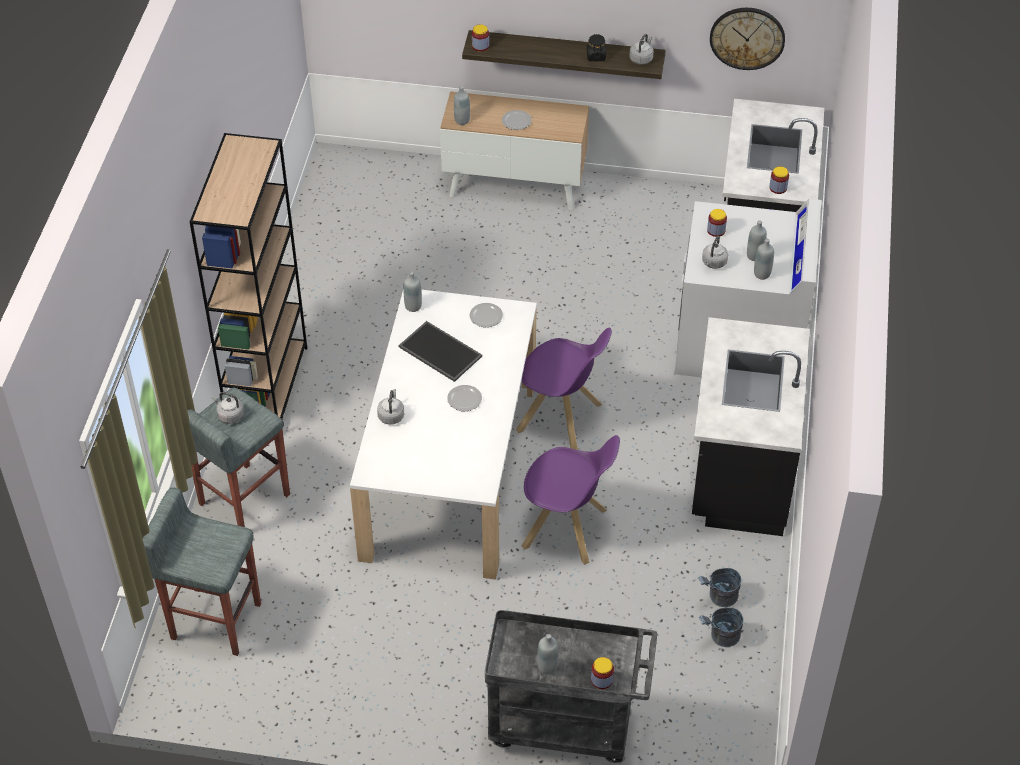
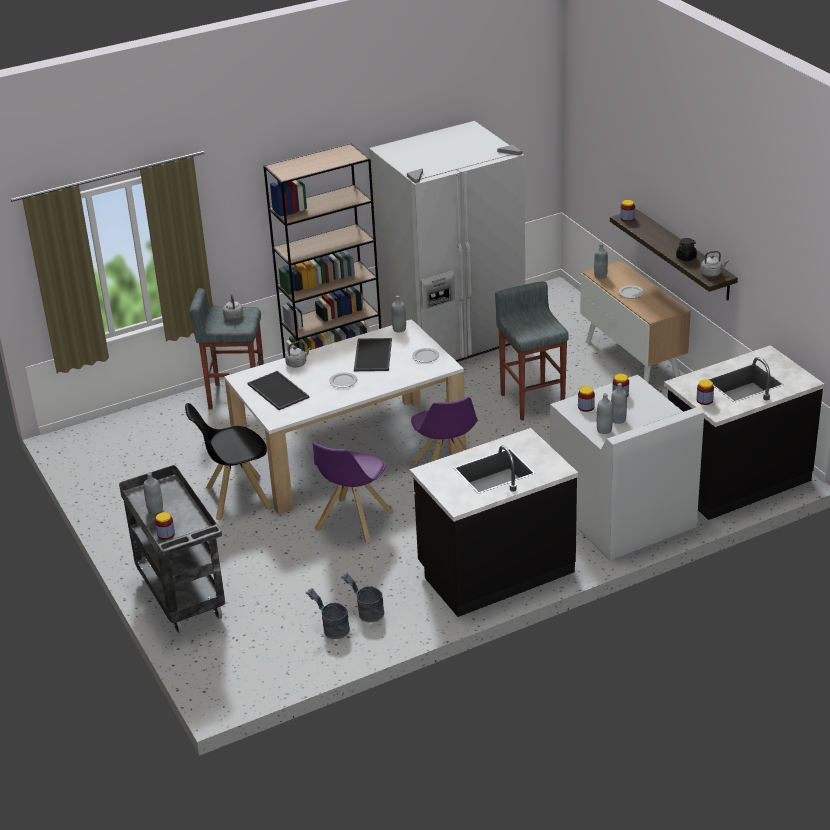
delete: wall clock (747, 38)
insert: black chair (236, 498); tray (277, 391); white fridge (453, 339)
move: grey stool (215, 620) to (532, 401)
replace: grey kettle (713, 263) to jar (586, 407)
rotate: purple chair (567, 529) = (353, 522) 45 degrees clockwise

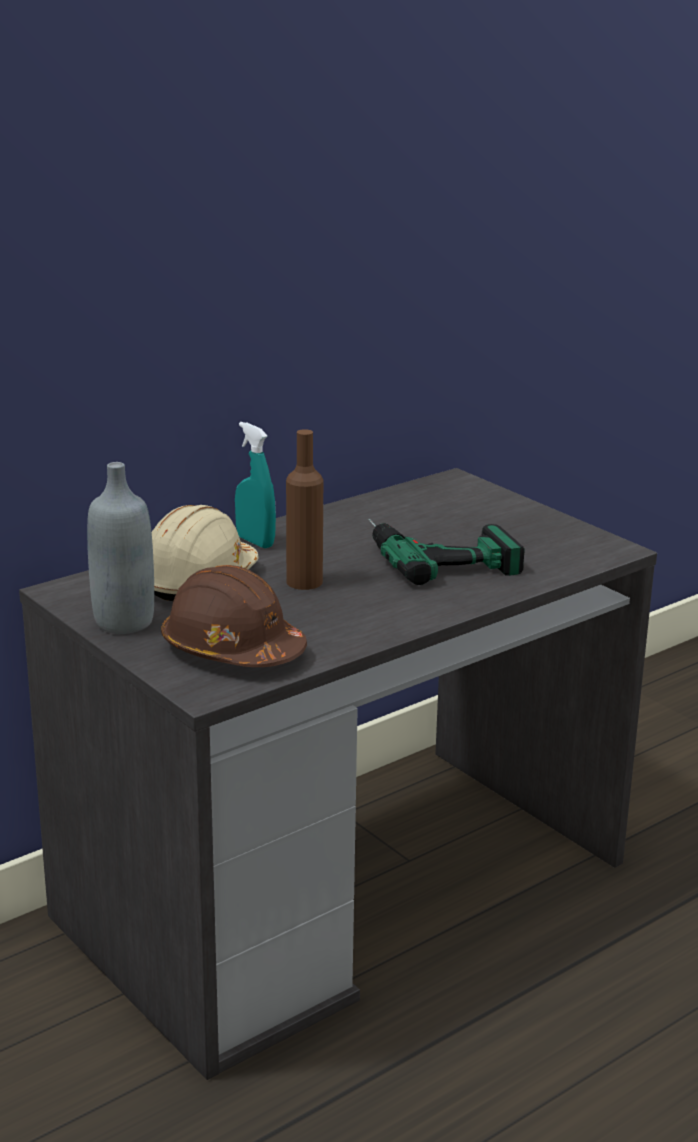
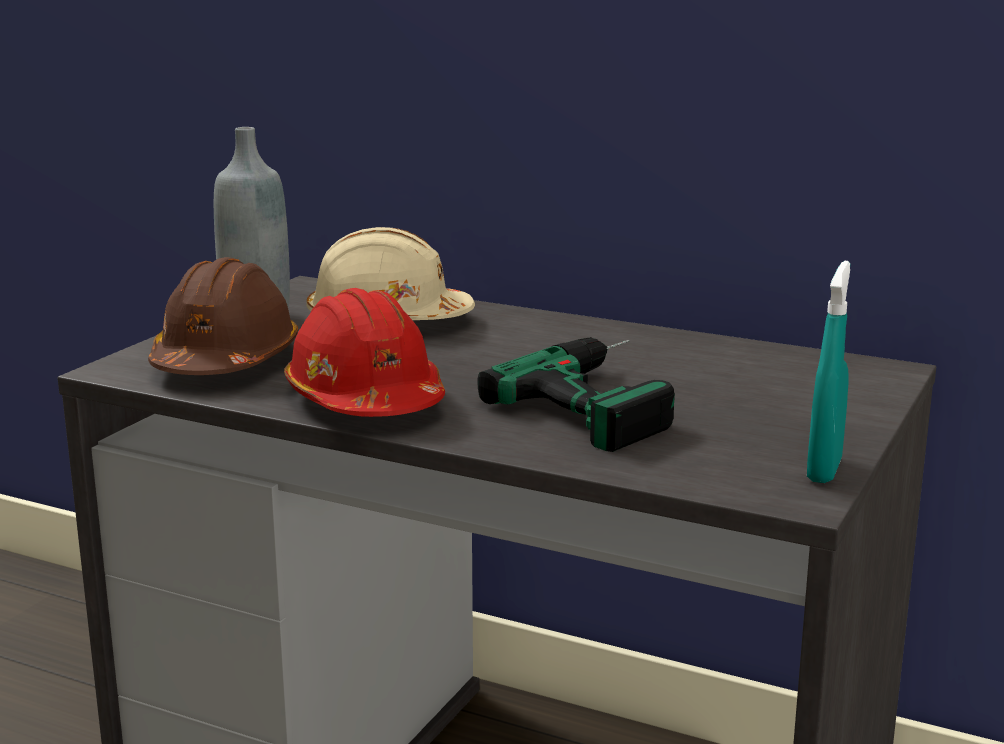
delete: brown bottle (304, 582)
insert: red hard hat (365, 400)
move: turquoise spray bottle (255, 542) to (824, 470)

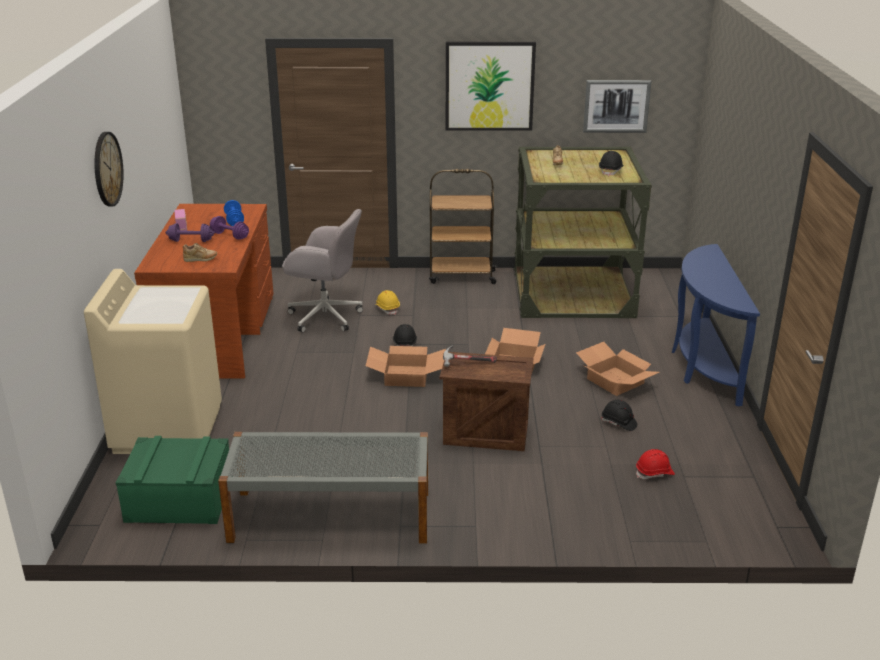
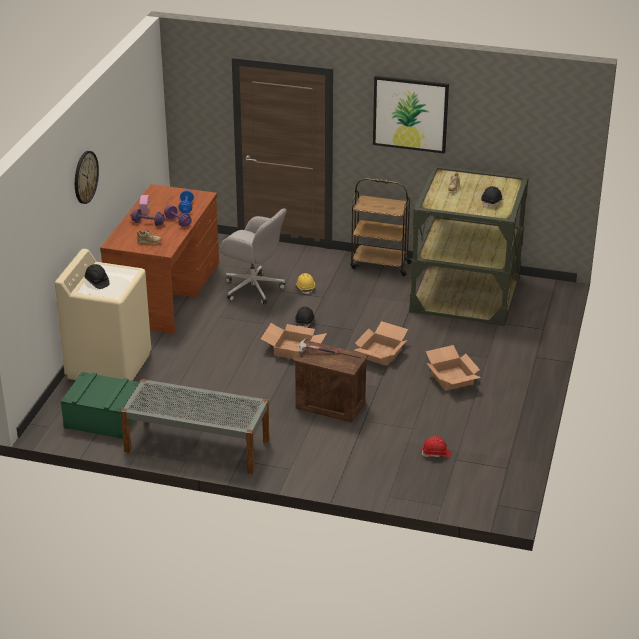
delete: picture (616, 106); blue console table (701, 366)
move: black hard hat (618, 423) to (97, 282)

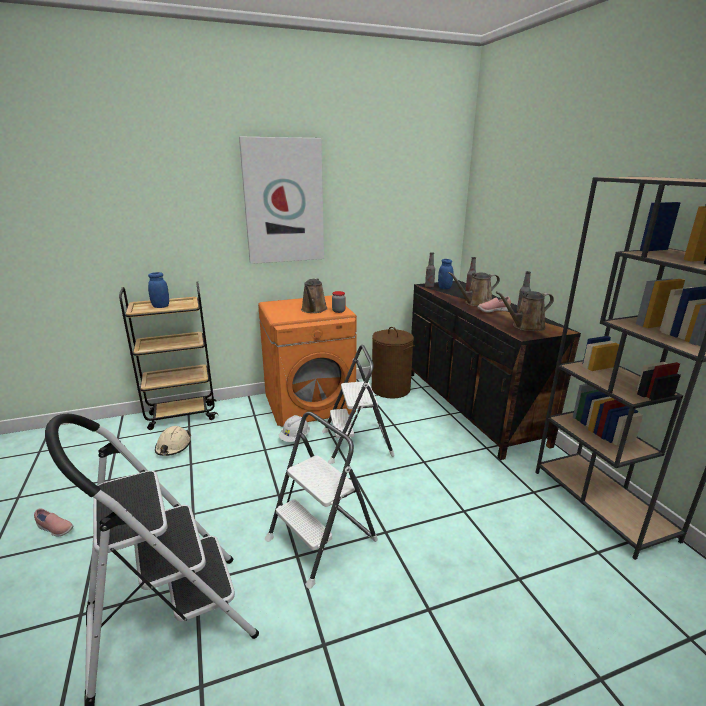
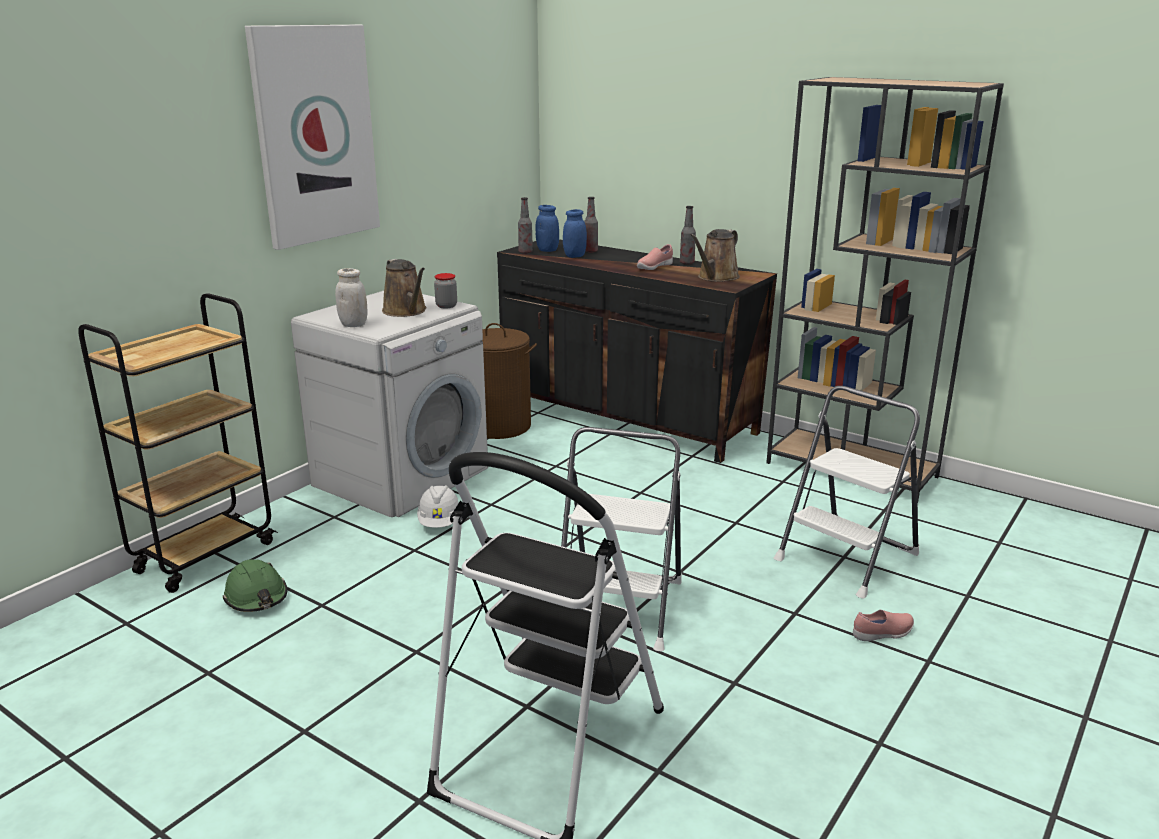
delete: brown watering can (476, 303)
insert: white jar (353, 324)
move: pink shoe (55, 529) to (883, 634); blue jar (161, 306) to (574, 256); white step ladder (360, 443) to (851, 555)
recolor: beige hard hat (173, 447) to green hard hat (256, 597); orange washing machine (311, 404) to white washing machine (405, 476)

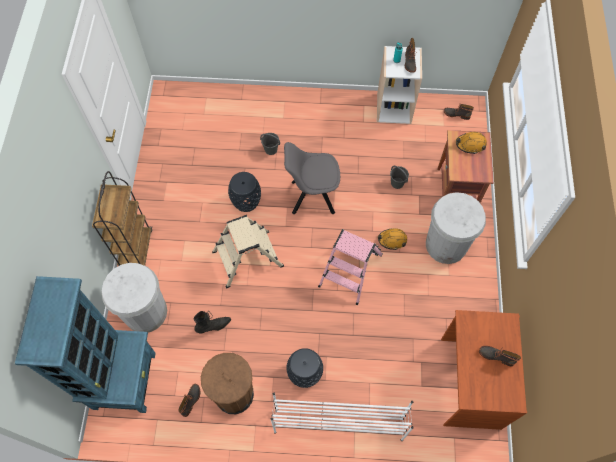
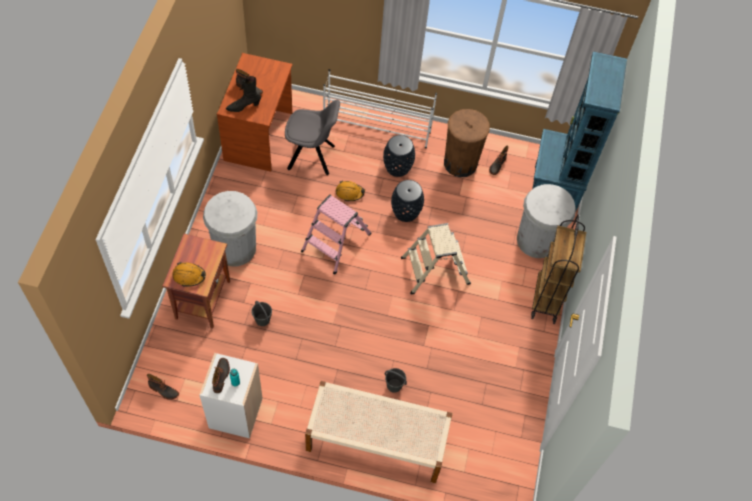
insert: beige bench (376, 441)
move: black boot (214, 326) to (243, 106); black stool (246, 201) to (406, 211); grey chair (312, 197) to (312, 157); orange hard hat (392, 240) to (349, 193)

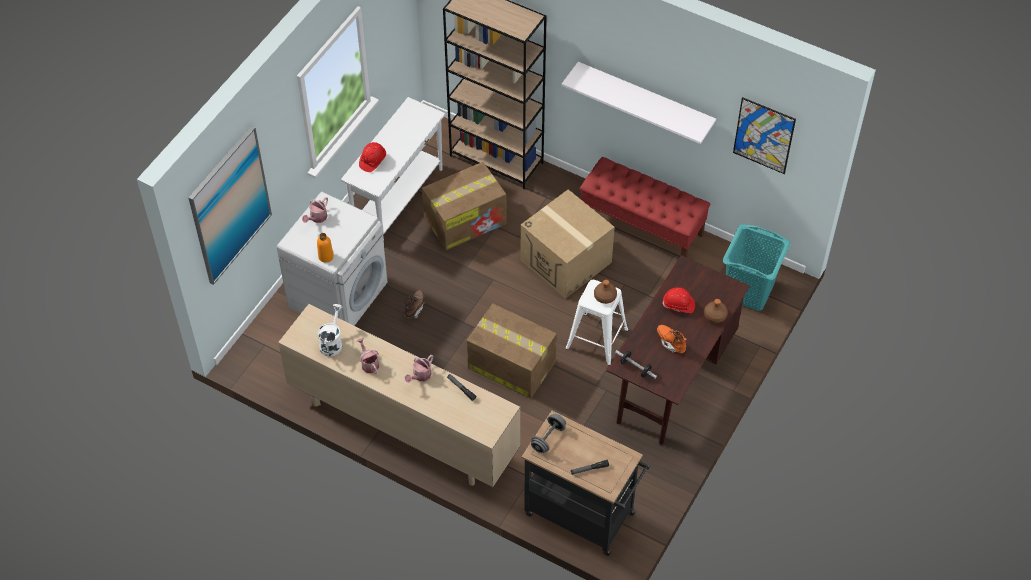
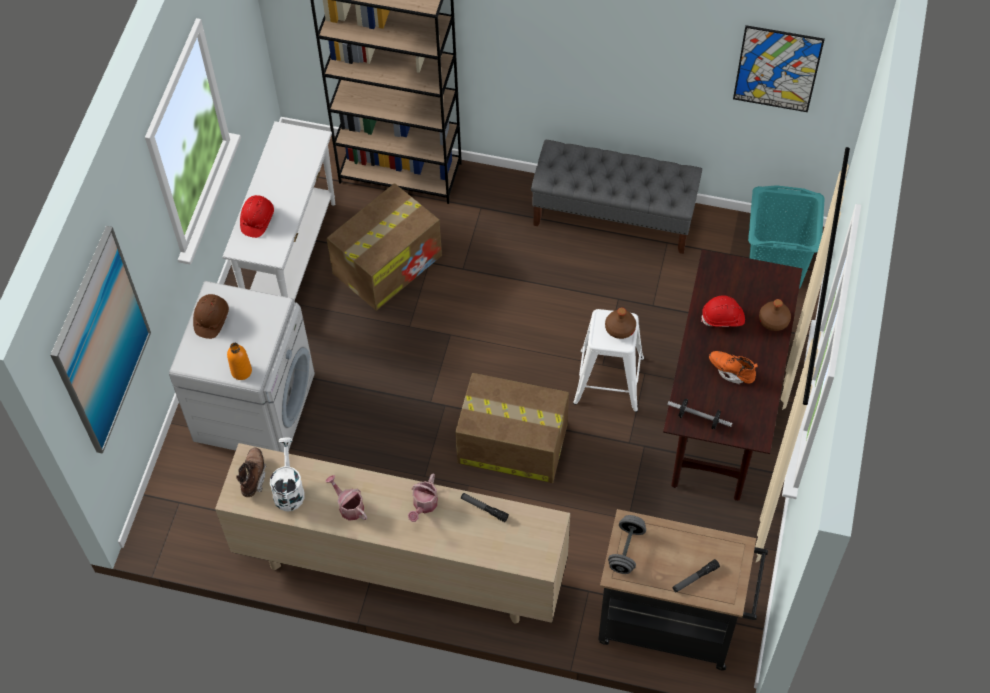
delete: cardboard box (566, 261); white shelf (645, 99)
move: brown boot (414, 308) to (252, 476)
replace: watering can (317, 218) to brown hard hat (211, 320)
recolor: red bench (642, 227) to grey bench (614, 217)

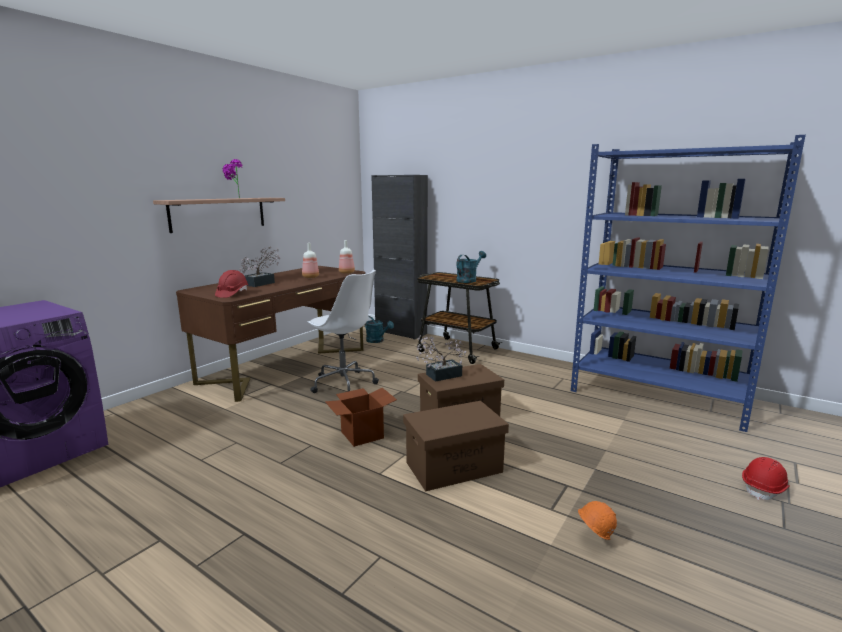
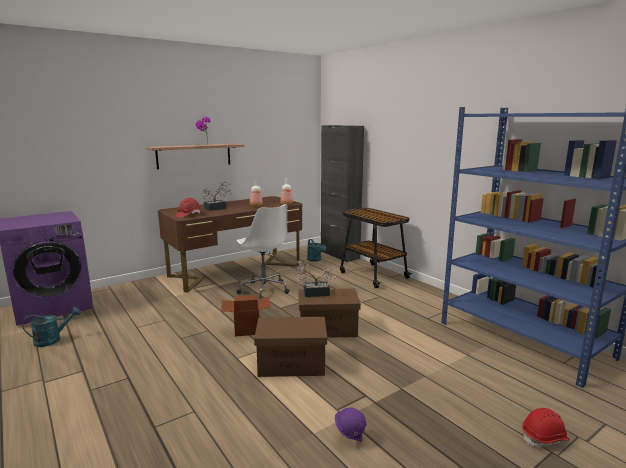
move: turquoise watering can (468, 280) to (53, 340)
recolor: orange hard hat (593, 538) to purple hard hat (350, 437)

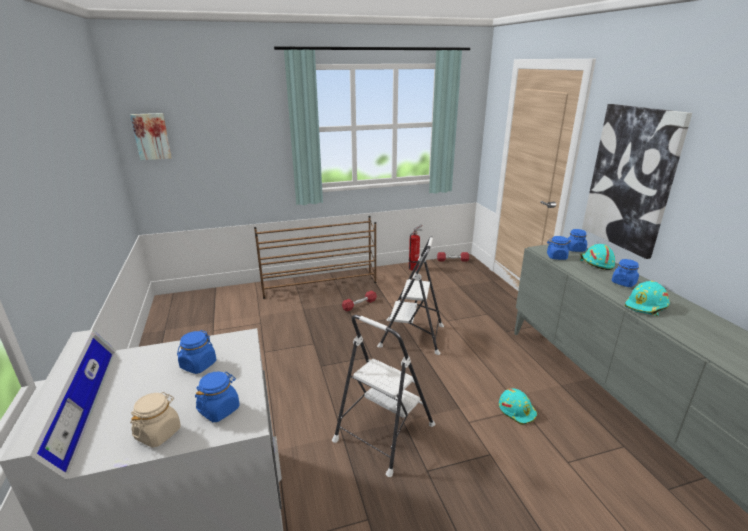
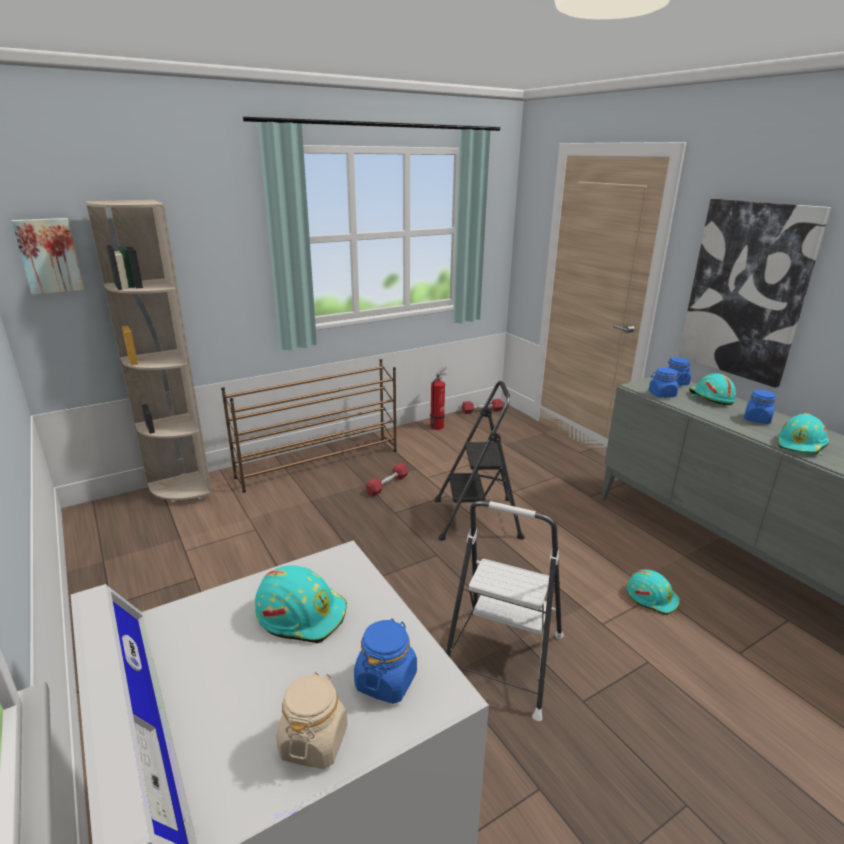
insert: beige bookcase (182, 493)
replace: blue jar (198, 365) to turquoise hard hat (302, 613)
recolor: white step ladder (414, 336) to black step ladder (480, 518)

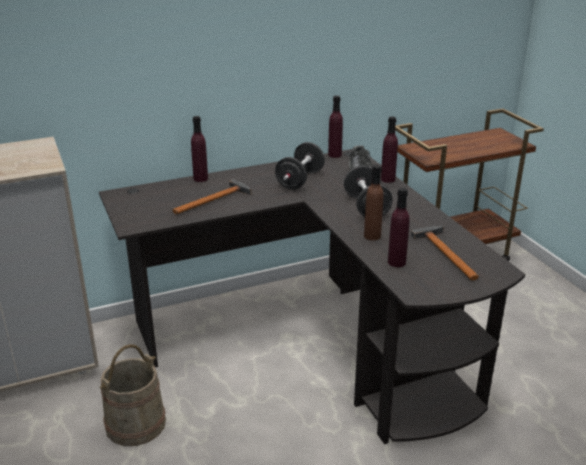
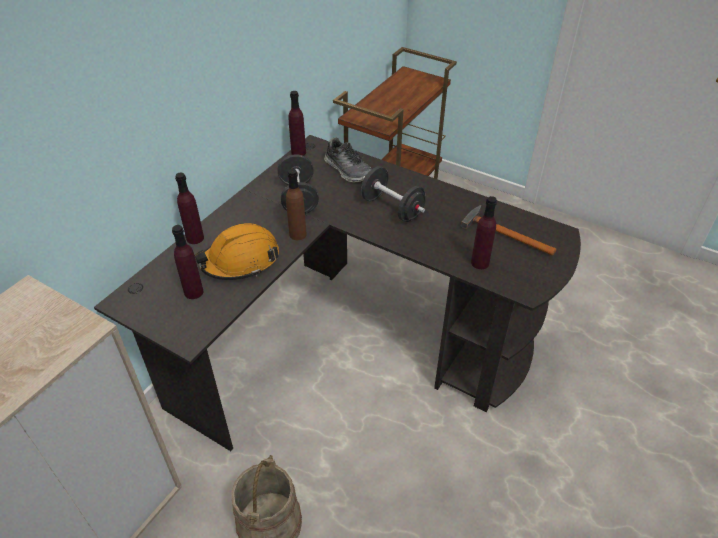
move: brown bottle (372, 236) to (297, 234); purple bottle (387, 179) to (193, 292)
replace: hammer (214, 199) to orange hard hat (240, 261)

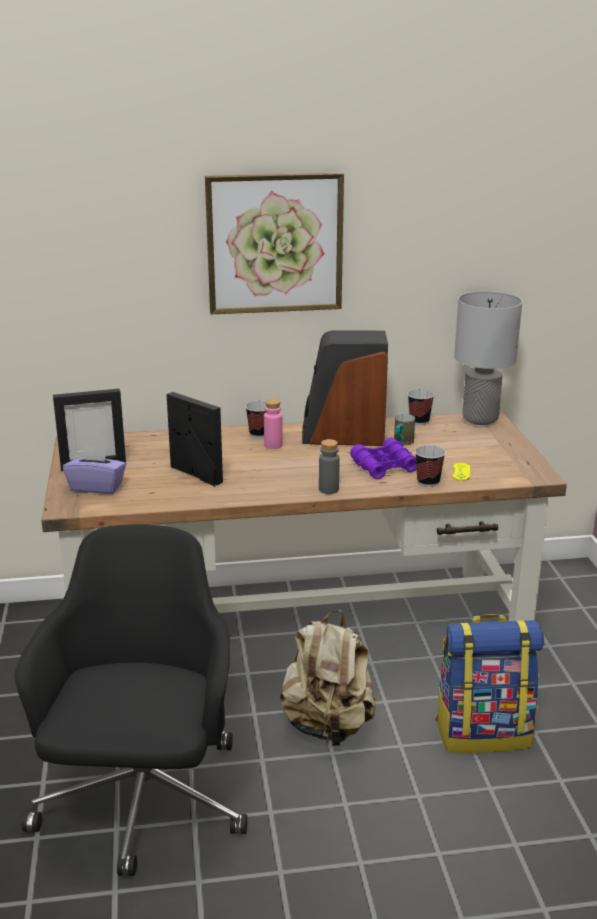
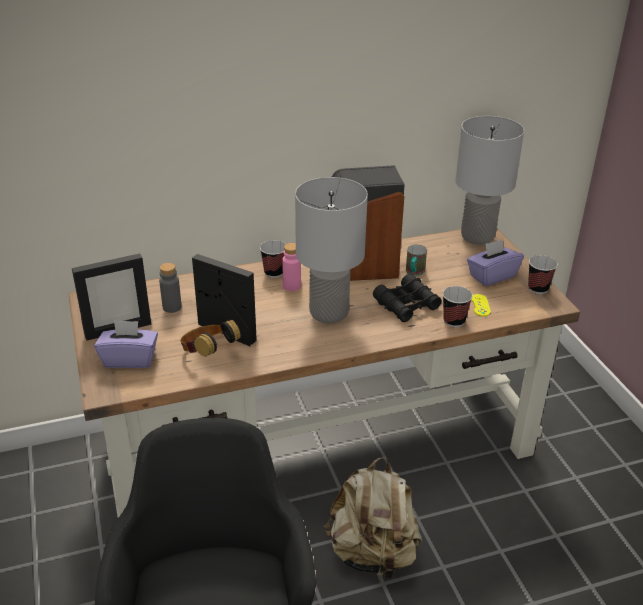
delete: picture (274, 243); backpack (483, 732)
insert: headphones (208, 354); grey table lamp (328, 315); purple tissue box (492, 276)
move: grey bottle (328, 489) to (172, 307); cup (419, 421) to (538, 288)
recolor: purple binoculars (384, 466) to black binoculars (406, 305)

